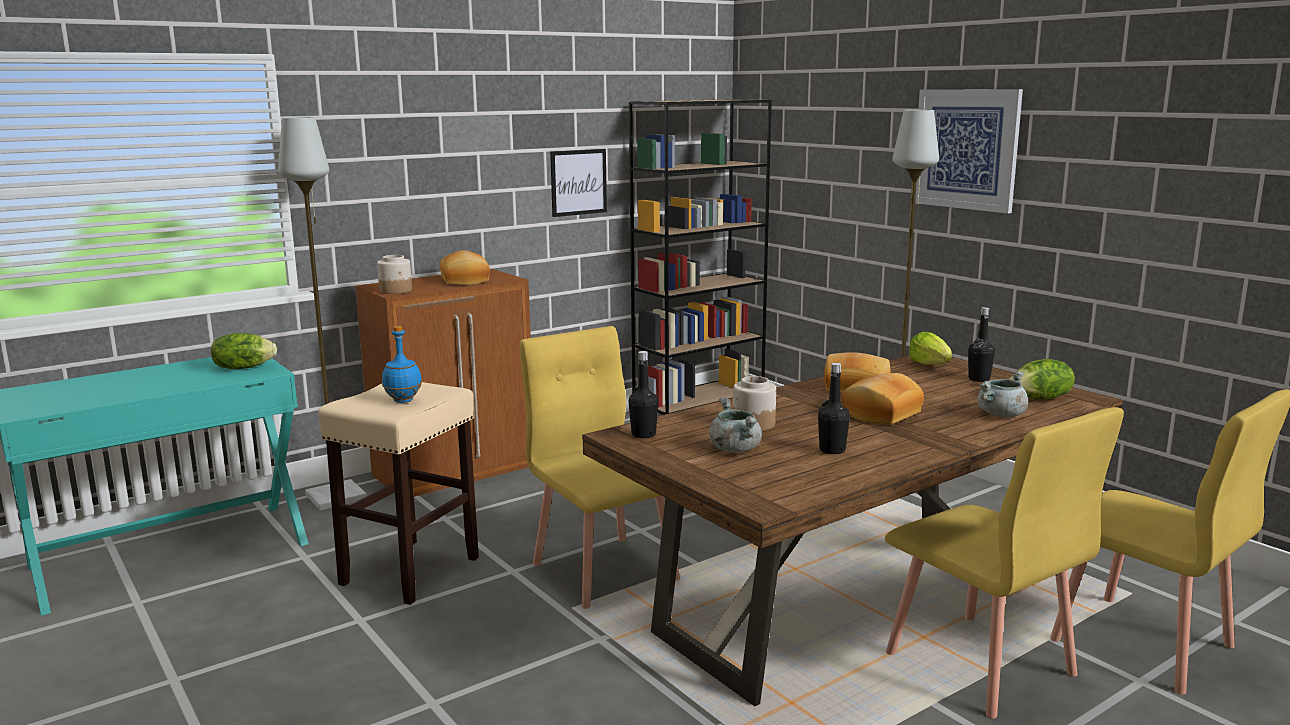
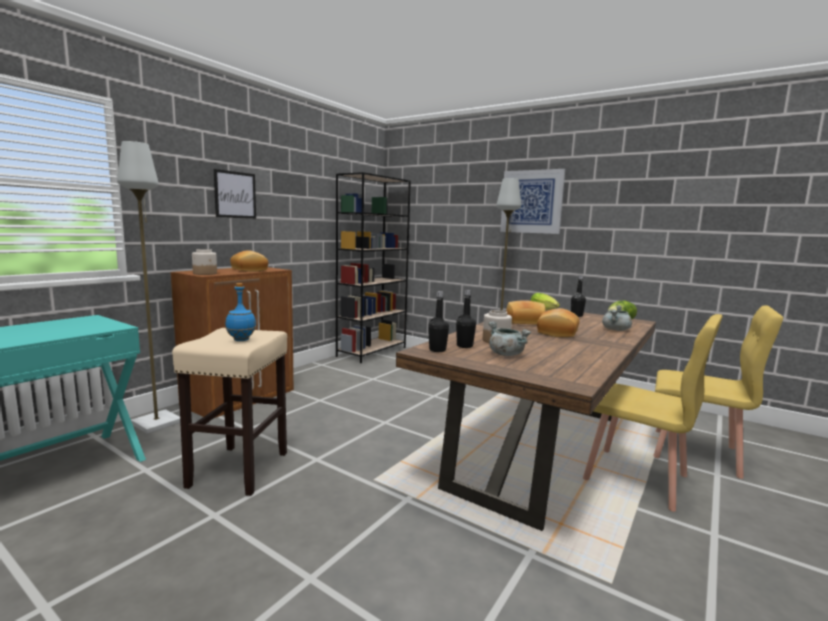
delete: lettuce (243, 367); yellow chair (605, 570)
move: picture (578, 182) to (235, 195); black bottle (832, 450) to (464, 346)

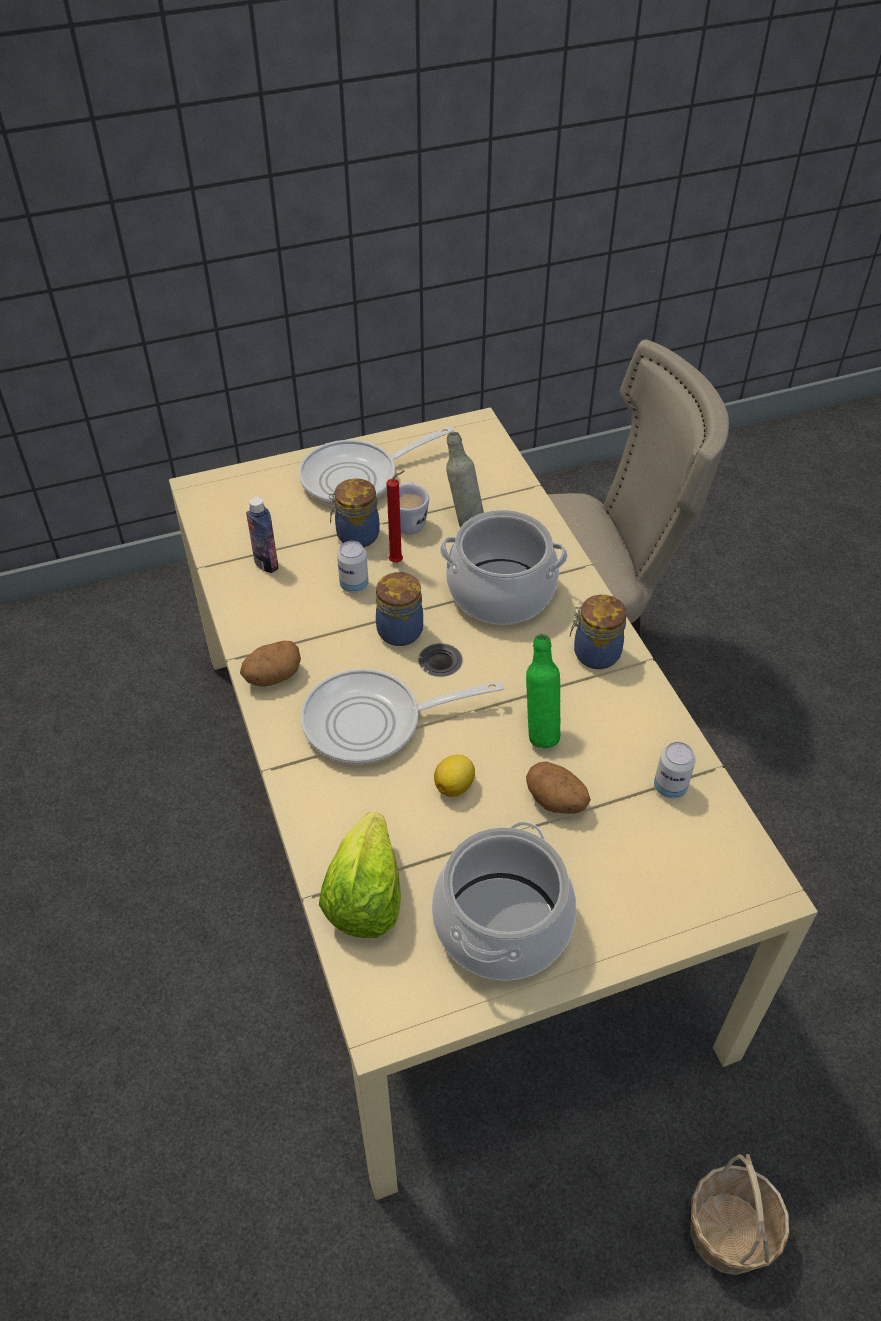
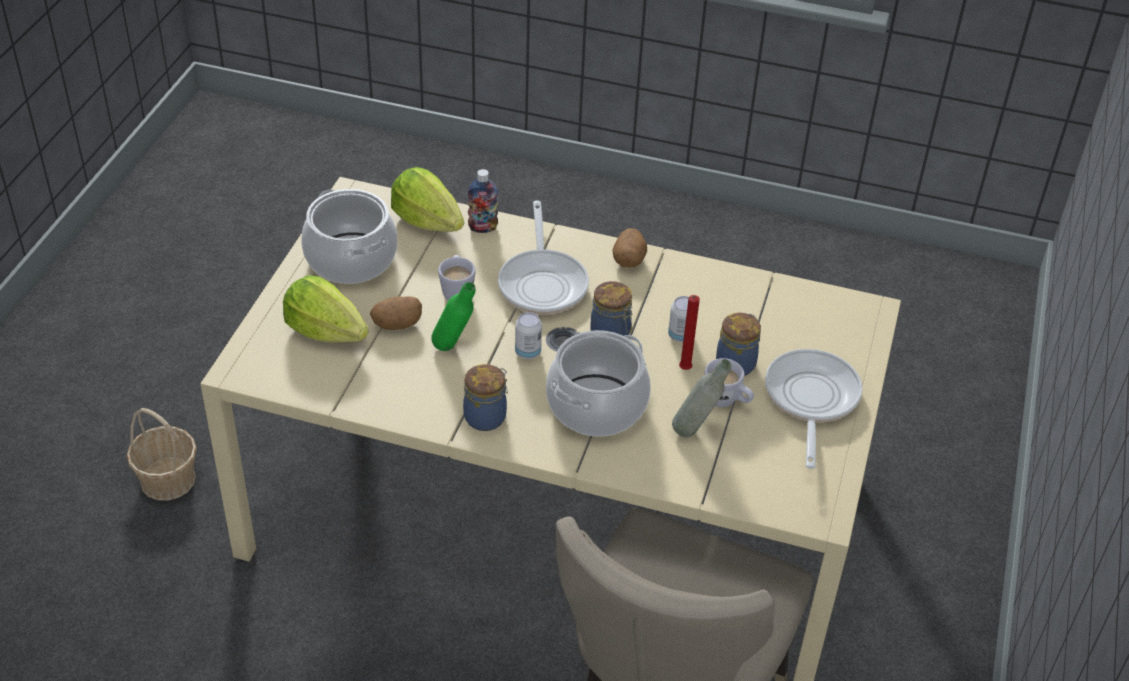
insert: lettuce (325, 331)
move: bottle (266, 563) to (483, 228); can (670, 787) to (528, 352)
replace: lemon (455, 785) to white mug (457, 290)
rotate: frying pan (373, 722) = (543, 282) 150 degrees clockwise

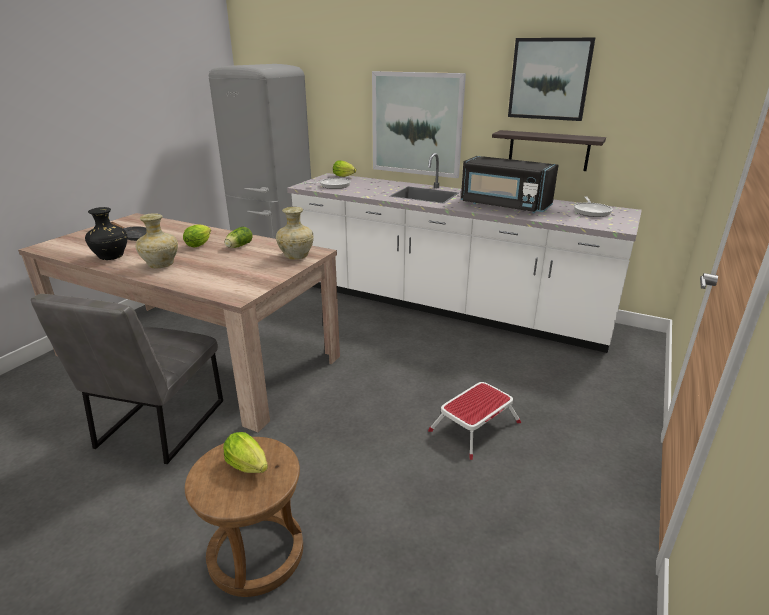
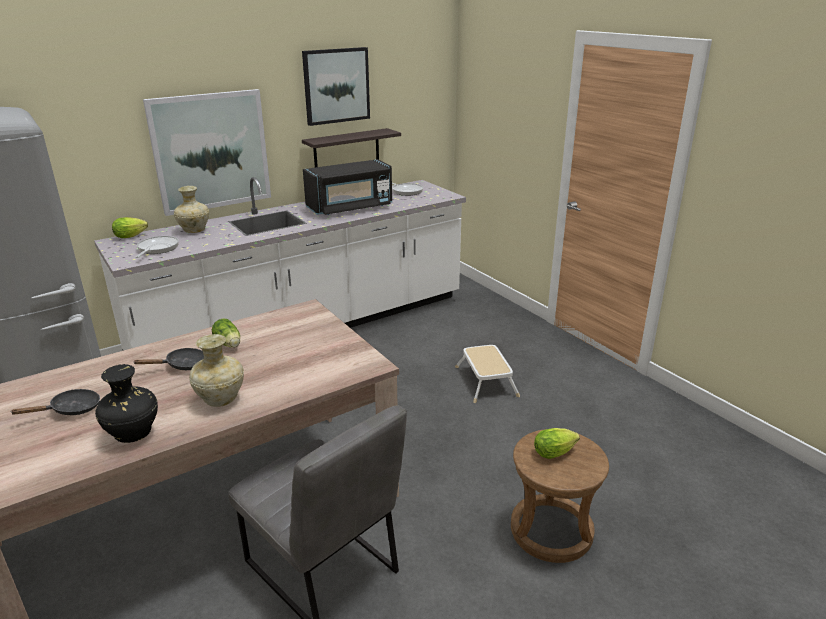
move: beige vase (297, 256) to (194, 230)
replace: lettuce (200, 244) to black frying pan (183, 365)
recolor: red step ladder (475, 427) to beige step ladder (486, 381)

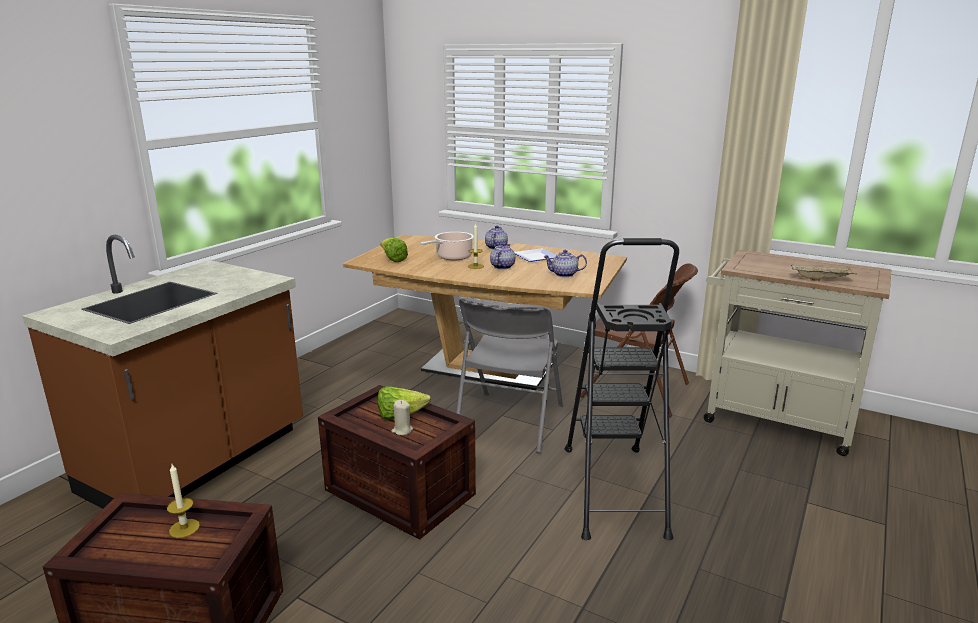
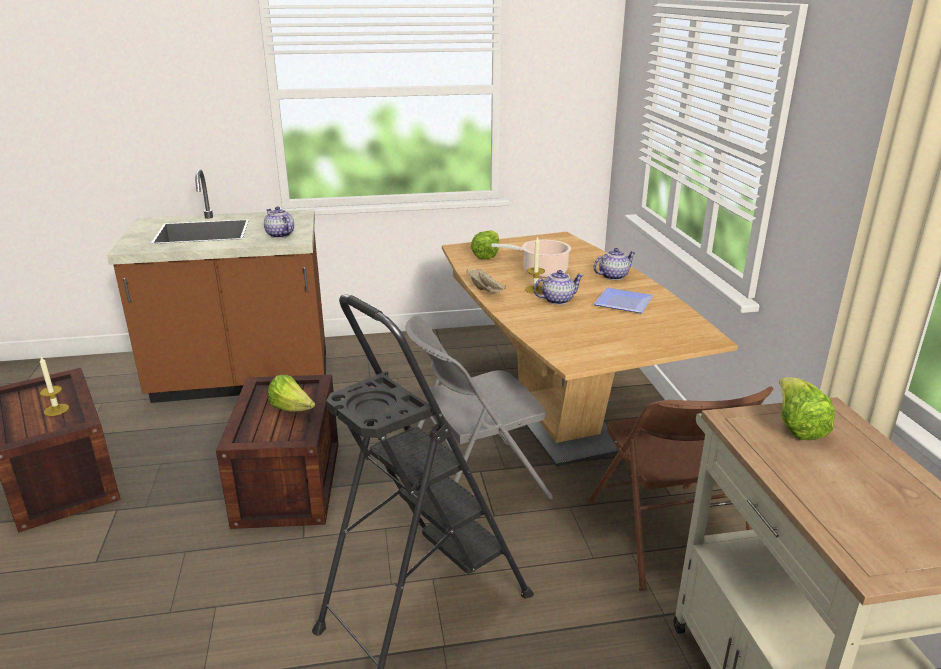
delete: beige candle (402, 430)
insert: lettuce (797, 426)
move: teapot (564, 275) to (279, 235); beige tray (821, 279) to (485, 290)

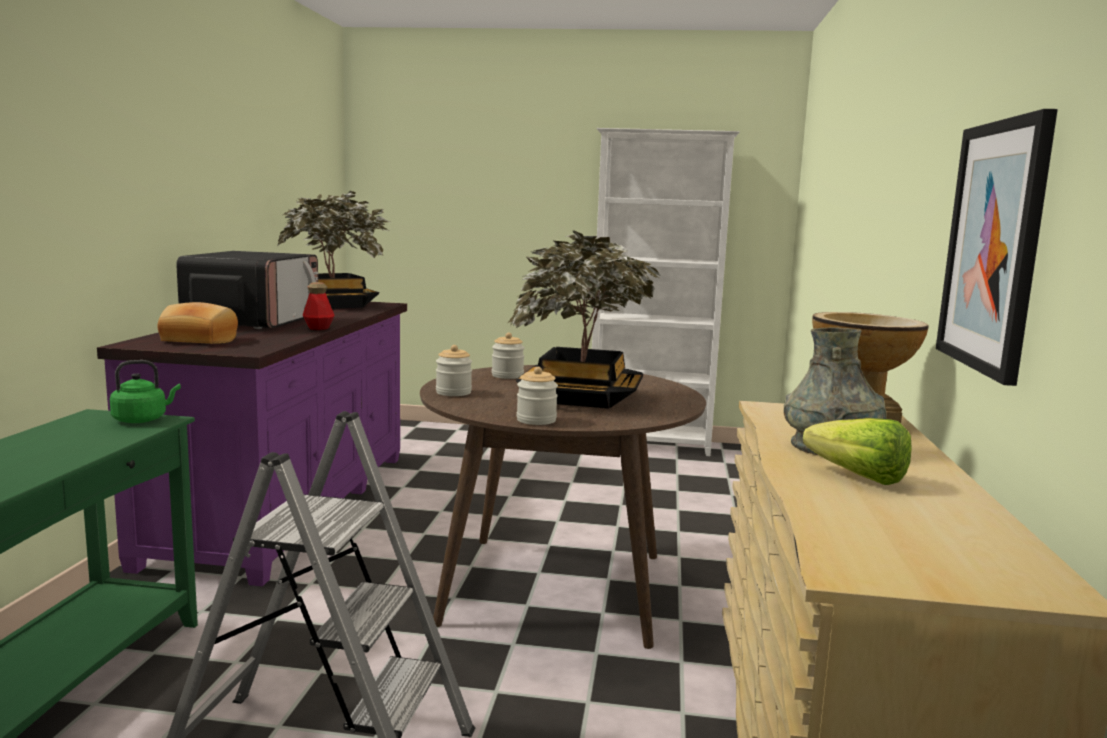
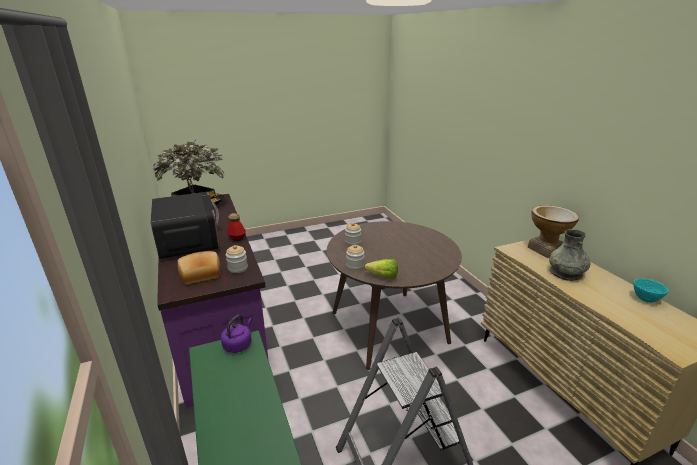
delete: potted plant (581, 398); white bookcase (650, 445); picture (994, 246)
insert: turquoise bowl (645, 299)
move: jar (536, 420) to (238, 268); lettuce (850, 475) to (380, 276)
recolor: green kettle (142, 420) to purple kettle (238, 344)

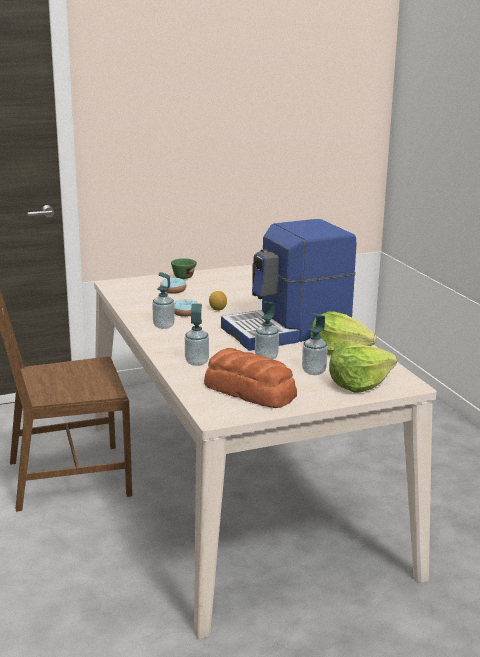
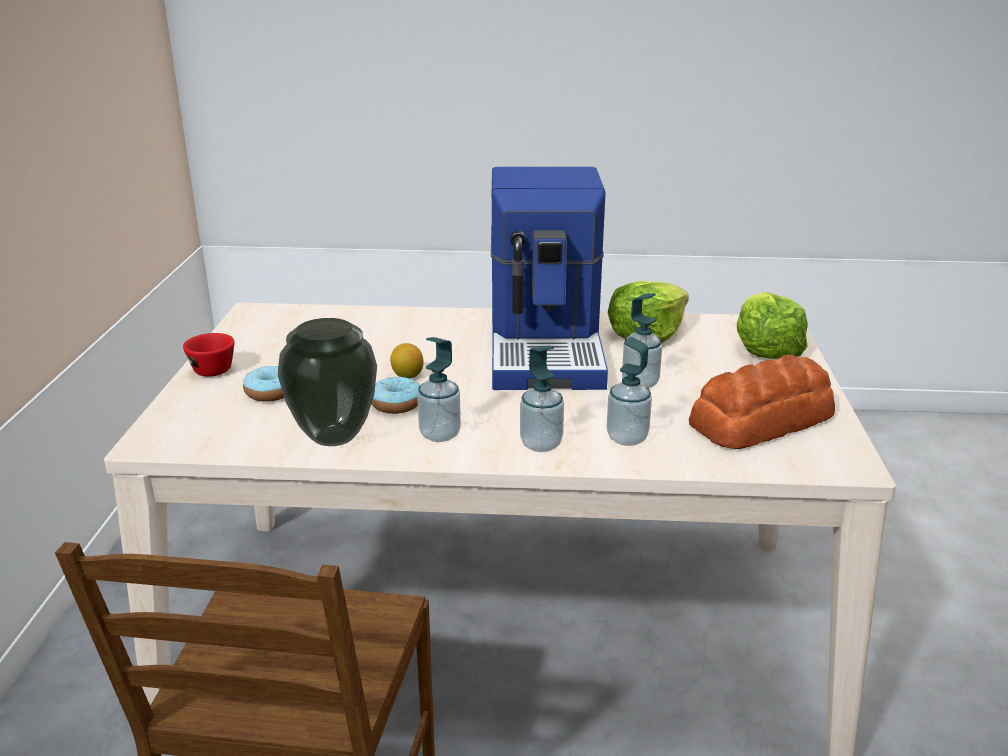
insert: vase (333, 438)
move: soap dispenser (314, 371) to (541, 444)
recolor: green cup (185, 276) to red cup (210, 368)

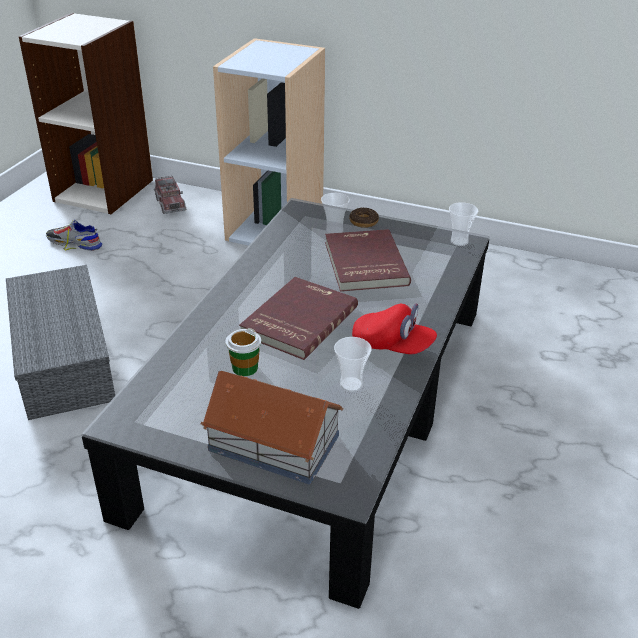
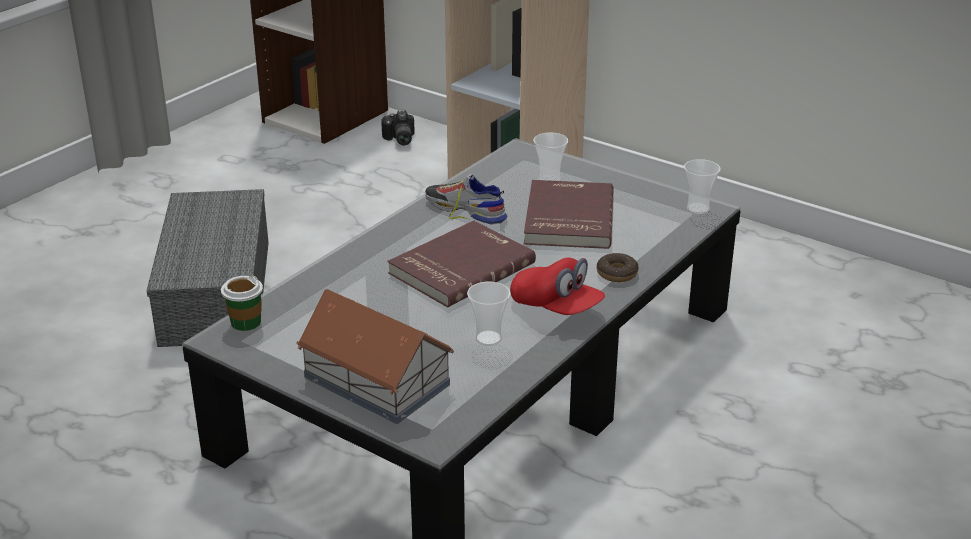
move: shoe (74, 243) to (465, 210); cup (244, 368) to (245, 322); donut (363, 222) to (617, 273)
replace: toy truck (170, 204) to photo camera (398, 139)

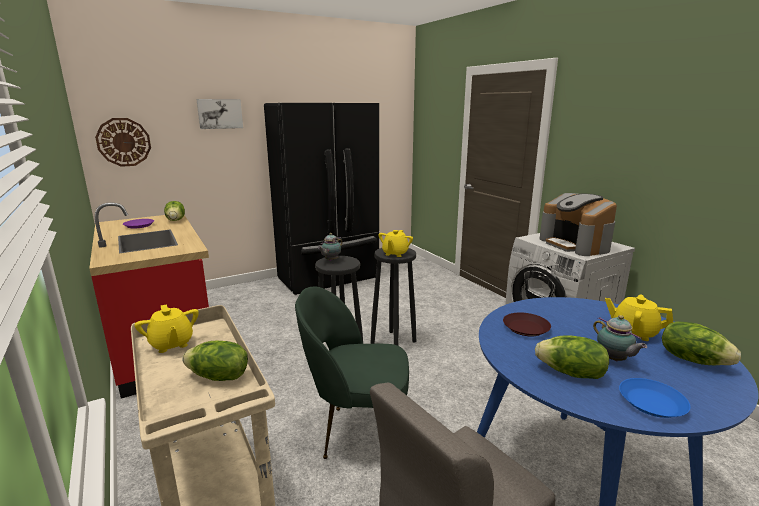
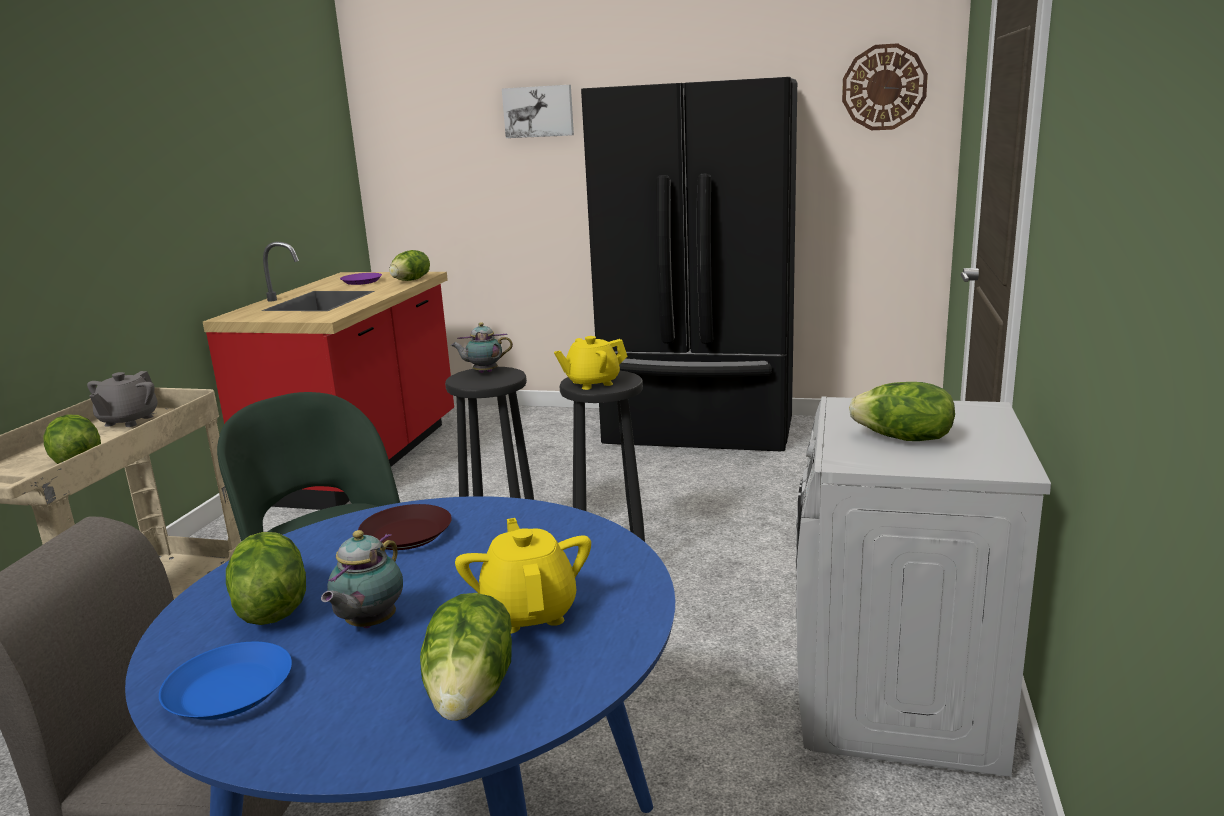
move: wall clock (124, 142) to (884, 87)
replace: coffee machine (575, 245) to lettuce (903, 438)
recolor: yellow teapot (171, 344) to grey teapot (128, 421)

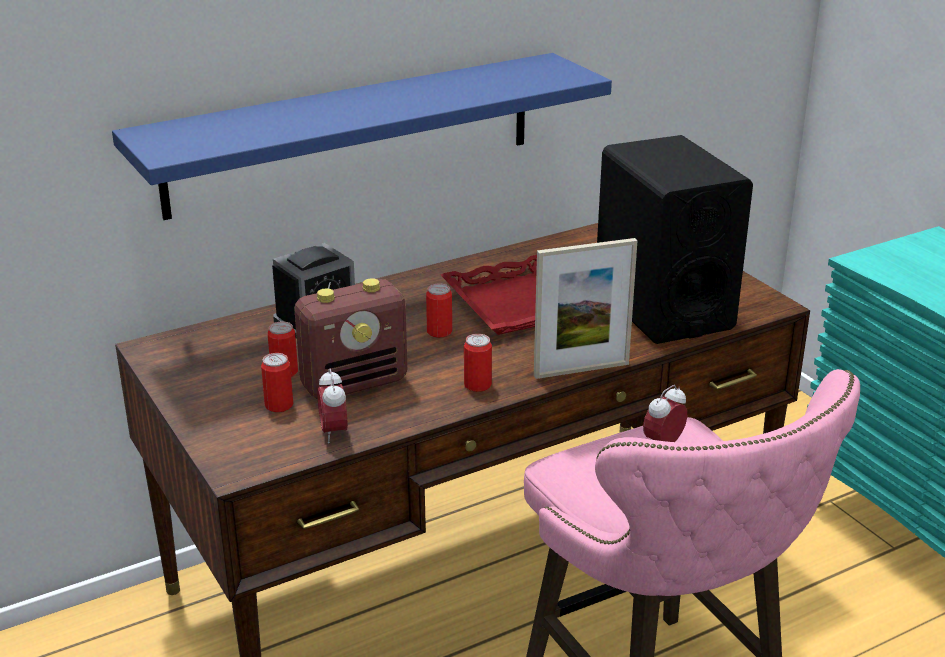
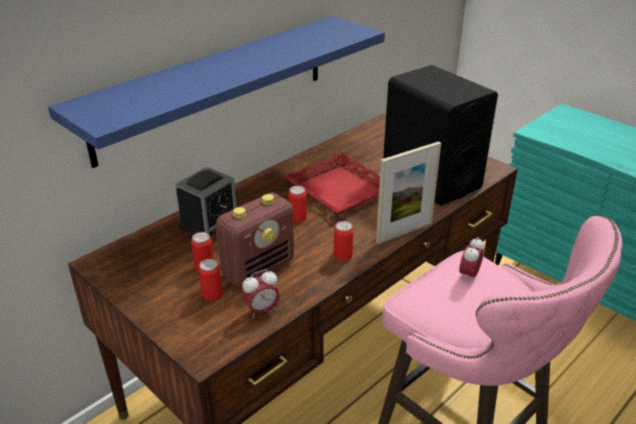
rotate: alarm clock (334, 432) = (261, 311) 90 degrees counterclockwise

